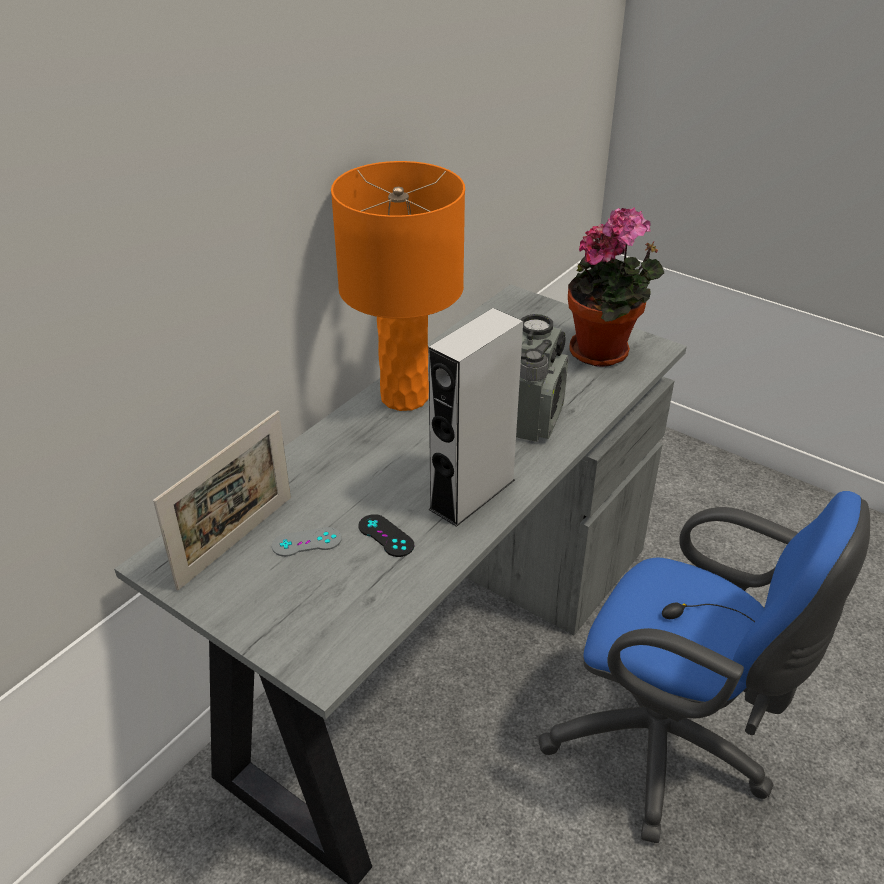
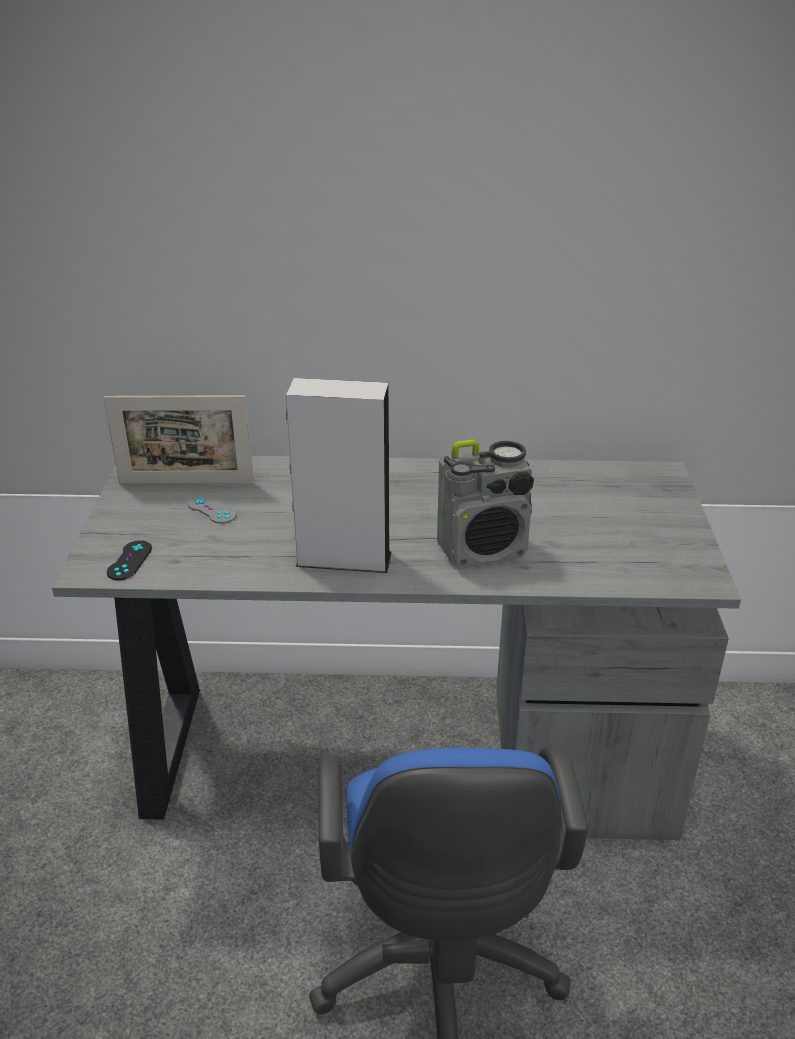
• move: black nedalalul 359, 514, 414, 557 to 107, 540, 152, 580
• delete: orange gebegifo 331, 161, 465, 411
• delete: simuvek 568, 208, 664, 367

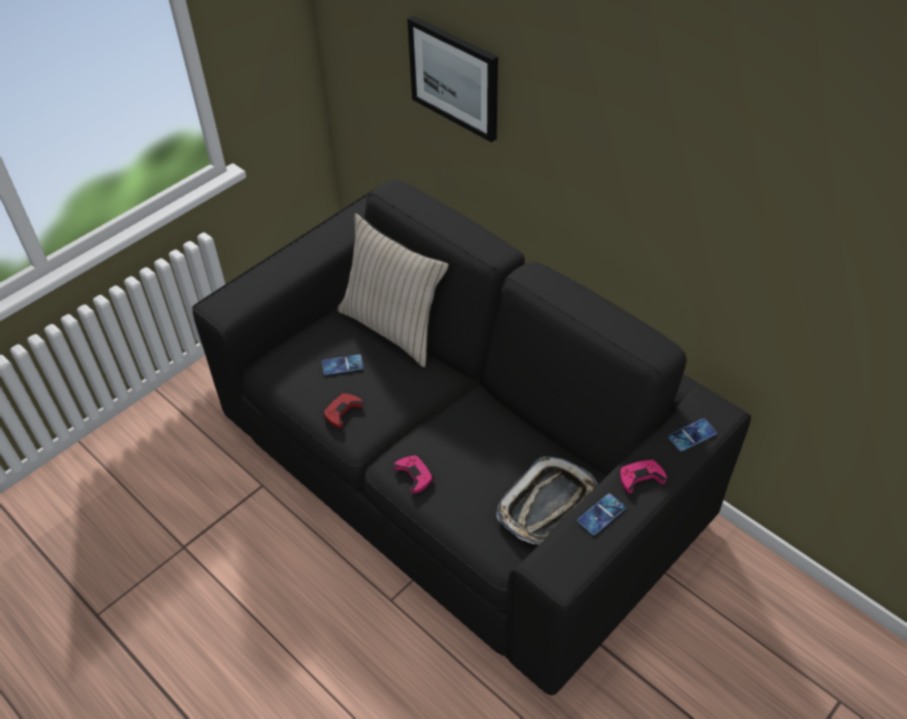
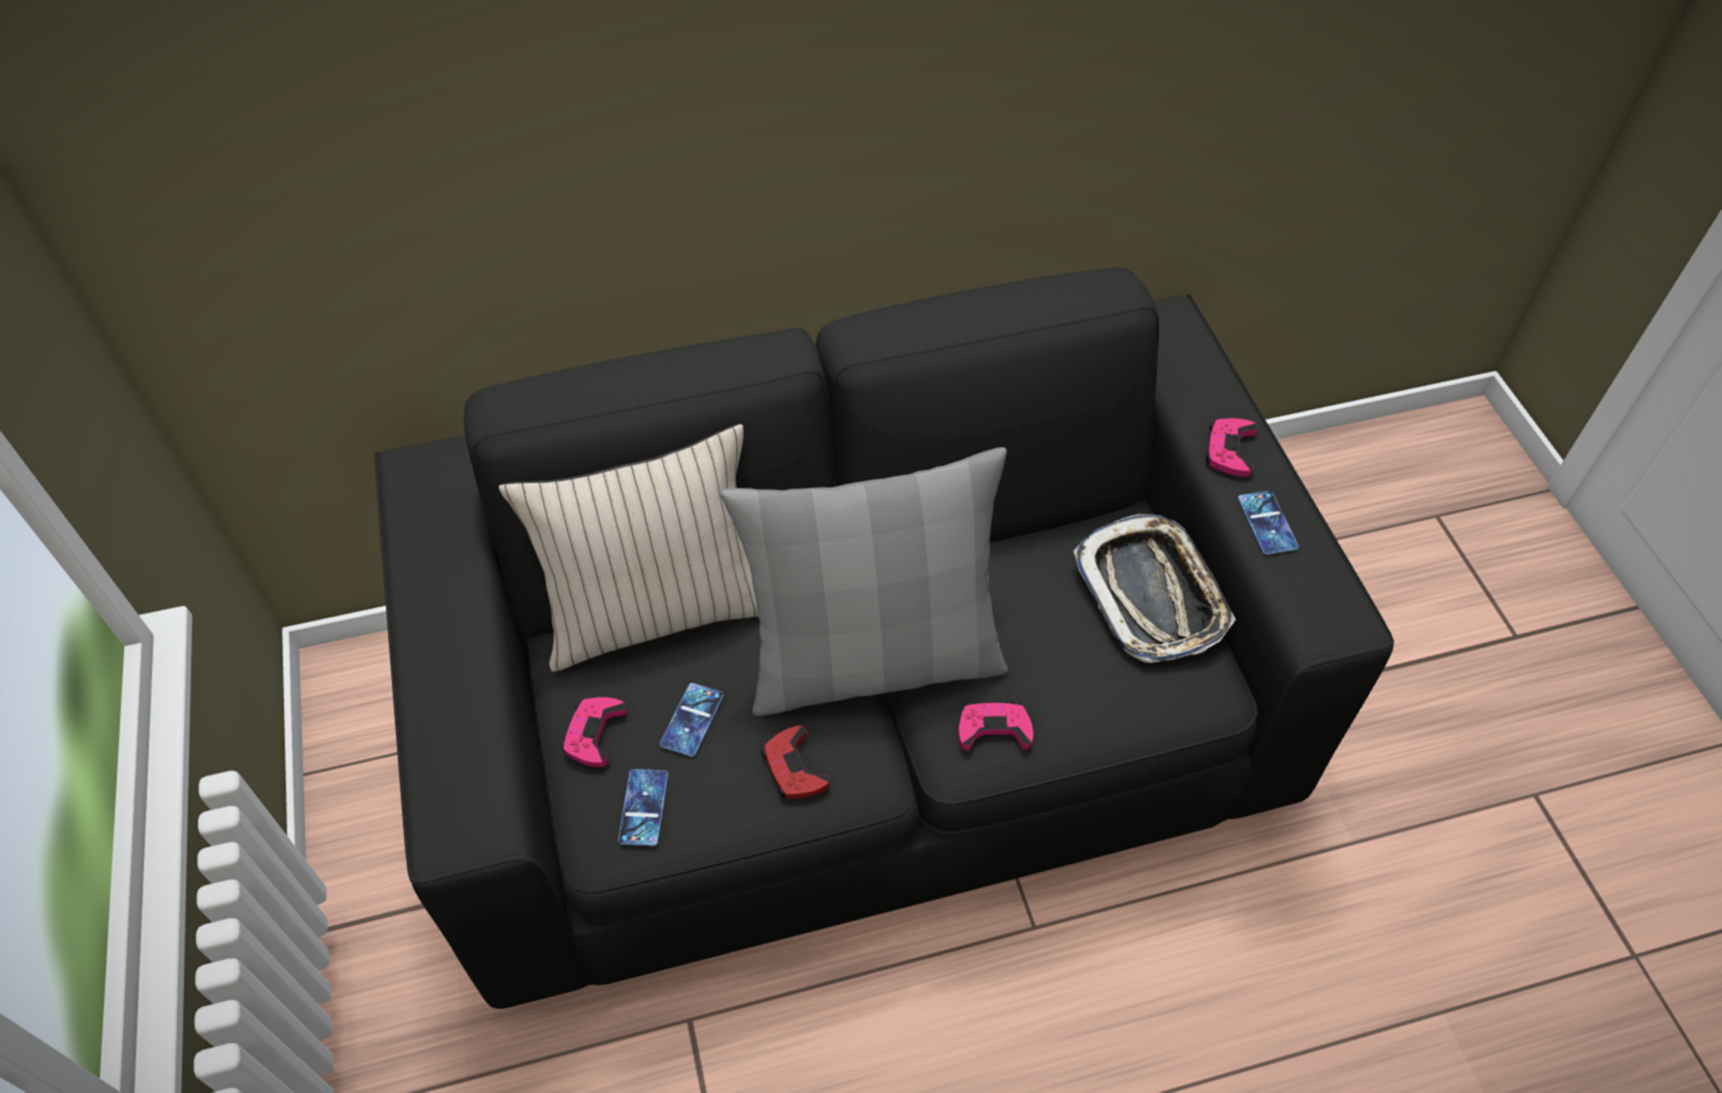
• insert: pink nedalalul 561, 697, 626, 767
• move: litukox 668, 418, 717, 451 to 618, 769, 668, 846
• insert: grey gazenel 720, 447, 1008, 716
• delete: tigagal 407, 16, 498, 142

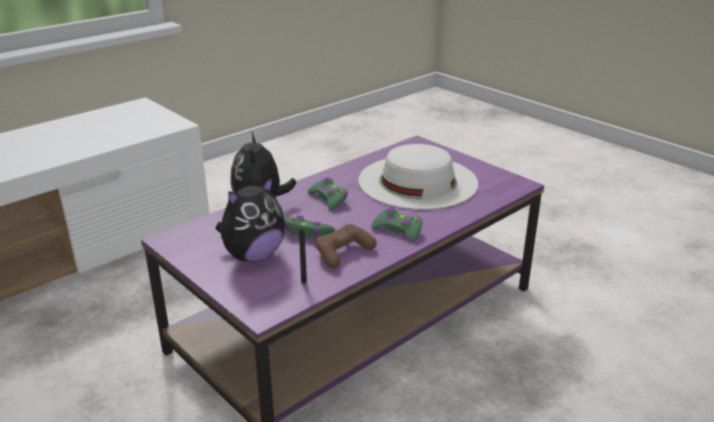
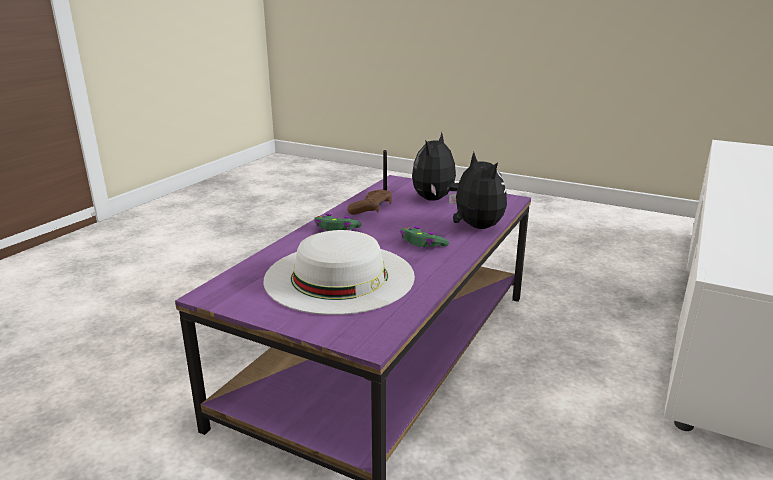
• delete: green nedalalul 285, 215, 335, 238

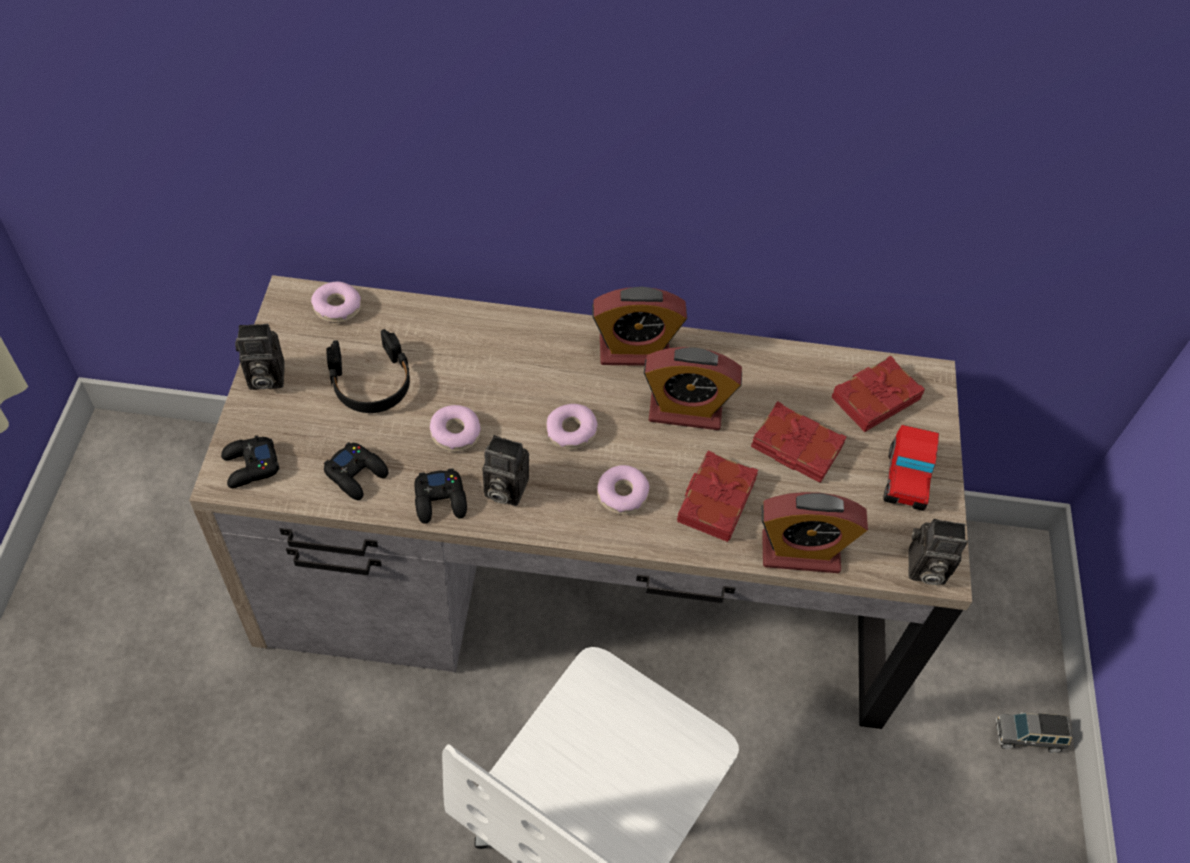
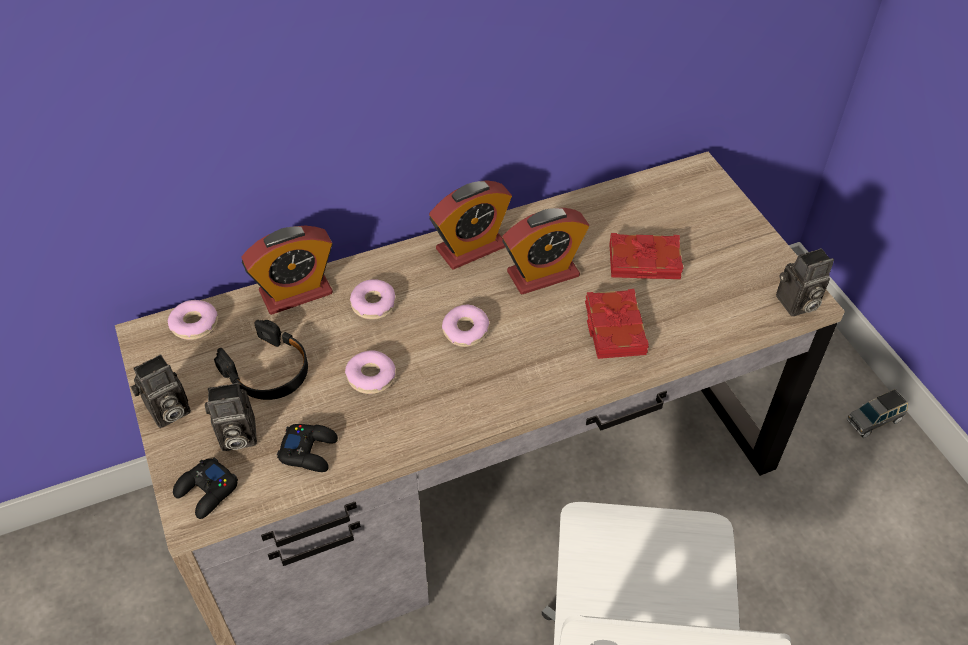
• move: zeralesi 483, 435, 529, 506 to 205, 383, 257, 451
• move: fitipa 762, 492, 868, 573 to 241, 226, 333, 315
• move: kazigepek 597, 465, 649, 515 to 350, 279, 396, 320
• delete: black nedalalul 414, 468, 467, 524
• delete: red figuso 831, 356, 925, 432
• delete: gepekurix 883, 425, 939, 511

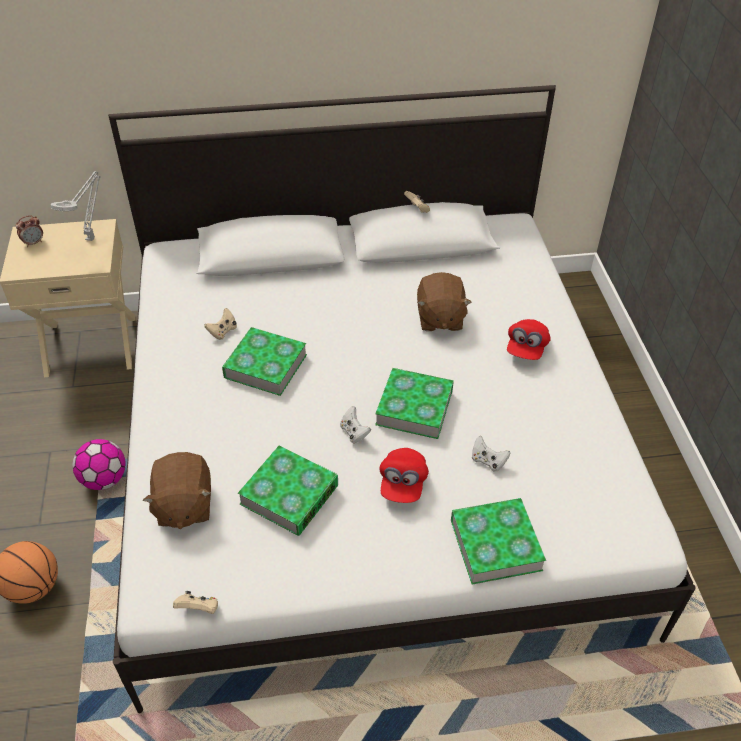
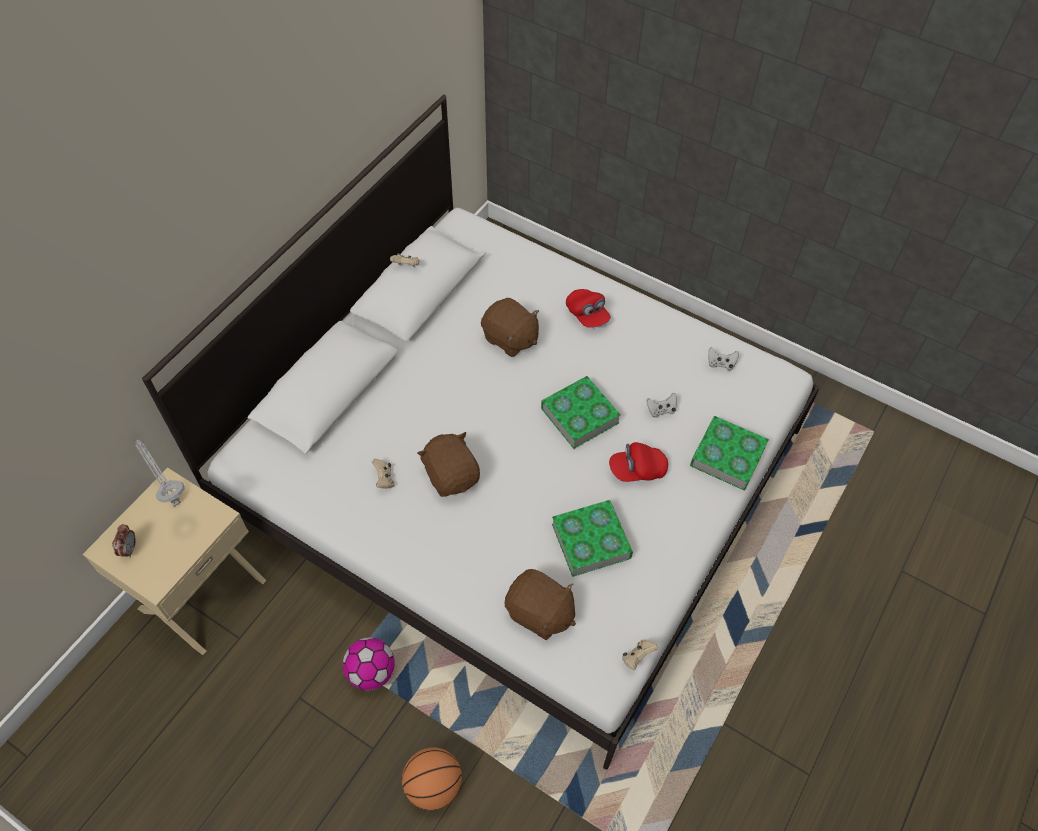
• replace: figuso 222, 327, 307, 396 to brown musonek 417, 432, 480, 497
• rotate: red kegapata 380, 448, 429, 503 = 609, 442, 668, 482 120 degrees clockwise
• move: white nedalalul 340, 406, 371, 443 to 708, 347, 739, 370

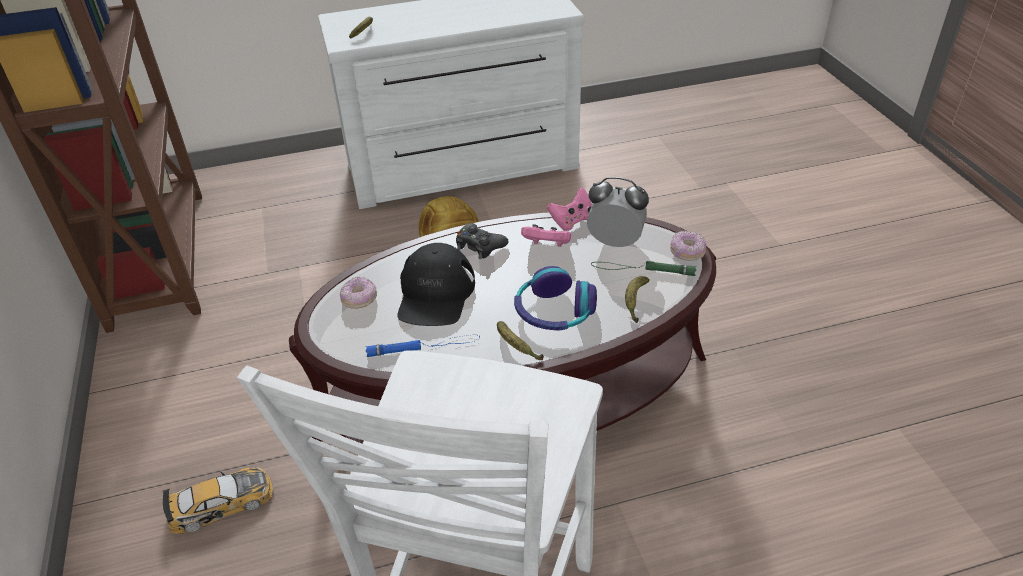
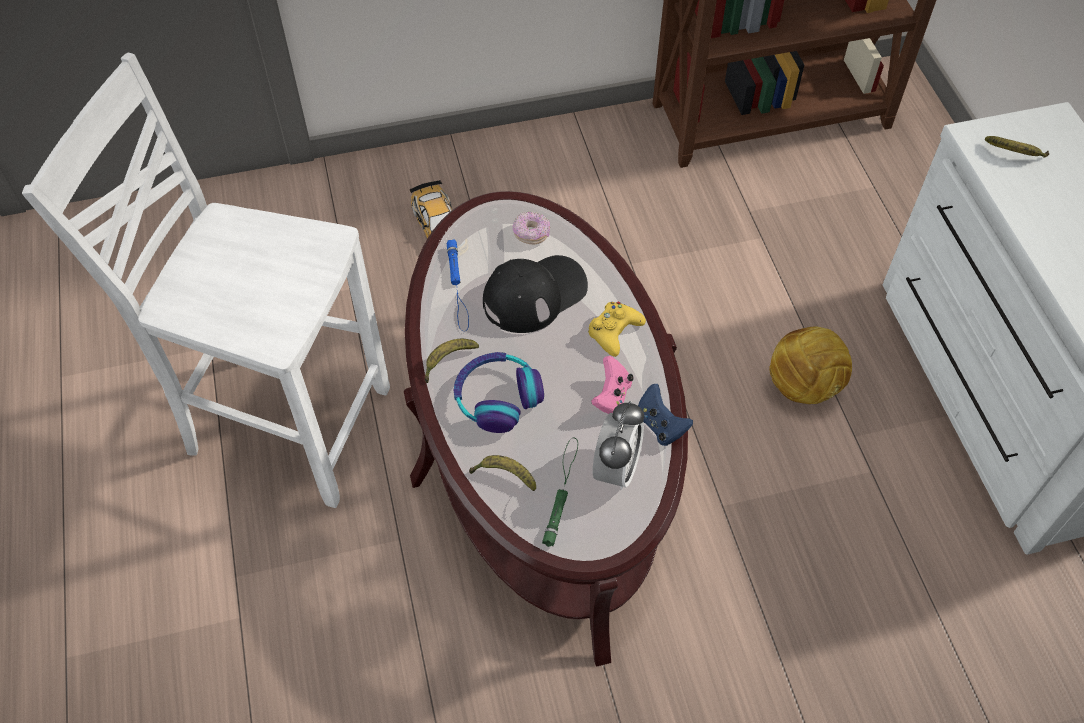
• rotate: black kegapata 397, 243, 475, 326 = 483, 255, 588, 333 135 degrees clockwise
• recolor: black nedalalul 456, 223, 509, 259 to yellow nedalalul 588, 302, 646, 357
• recolor: pink nedalalul 547, 187, 592, 231 to blue nedalalul 638, 384, 693, 446
• delete: kazigepek 670, 231, 706, 261

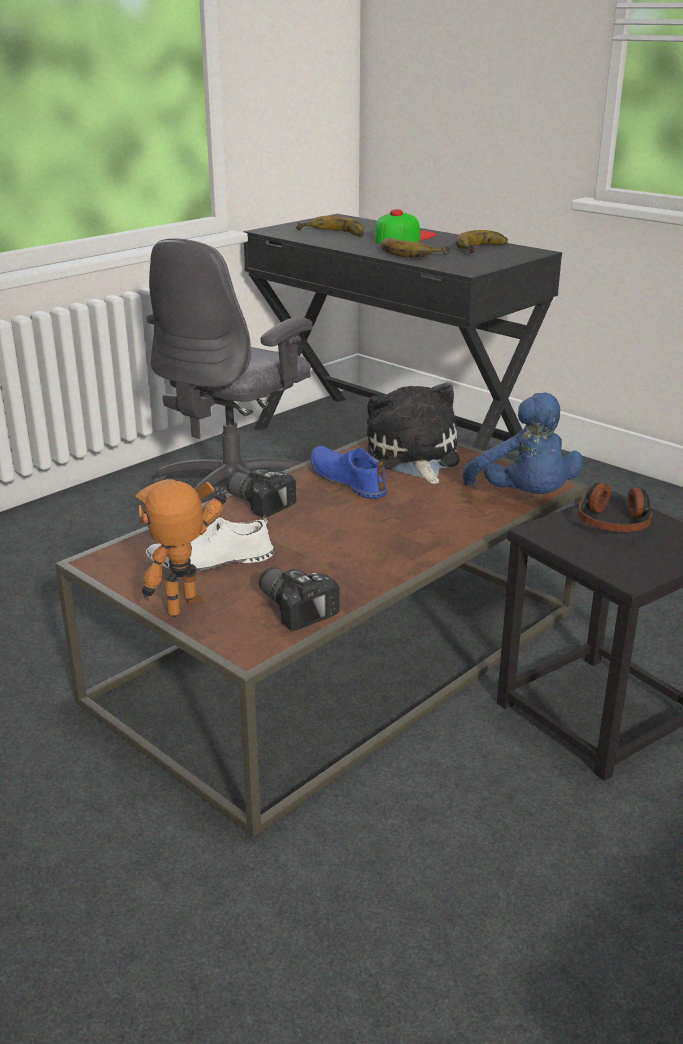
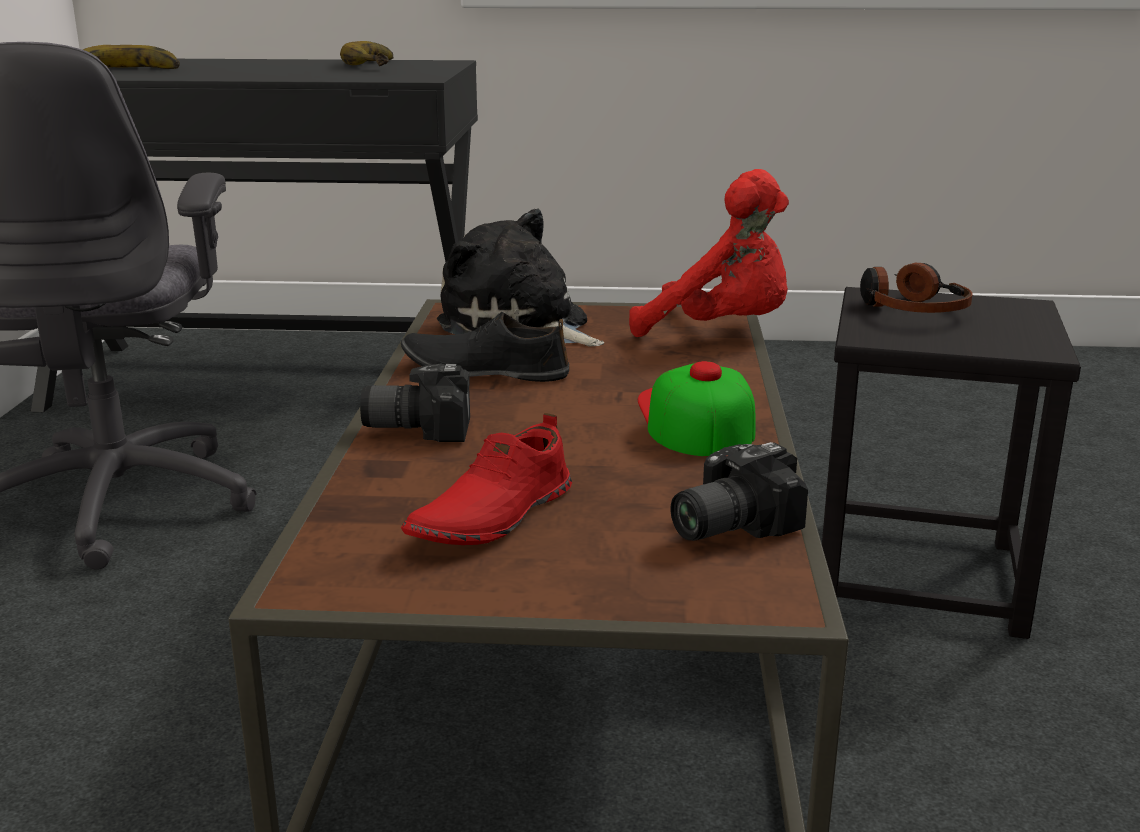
• recolor: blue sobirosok 311, 446, 387, 499 to black sobirosok 401, 312, 569, 382
• recolor: white sobirosok 146, 515, 274, 572 to red sobirosok 401, 413, 572, 545
• recolor: blue musonek 462, 392, 583, 494 to red musonek 629, 169, 789, 337
• move: kegapata 374, 209, 436, 244 to 638, 361, 756, 456
• rotate: zeralesi 259, 567, 339, 631 = 670, 442, 808, 541 45 degrees counterclockwise
• delete: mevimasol 135, 479, 227, 617
• delete: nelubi 381, 238, 451, 258

